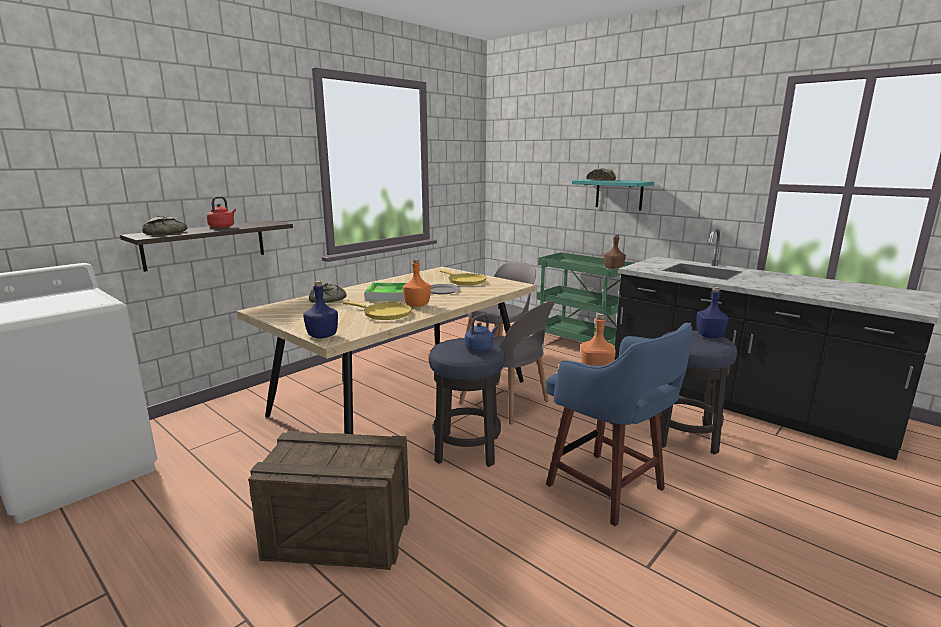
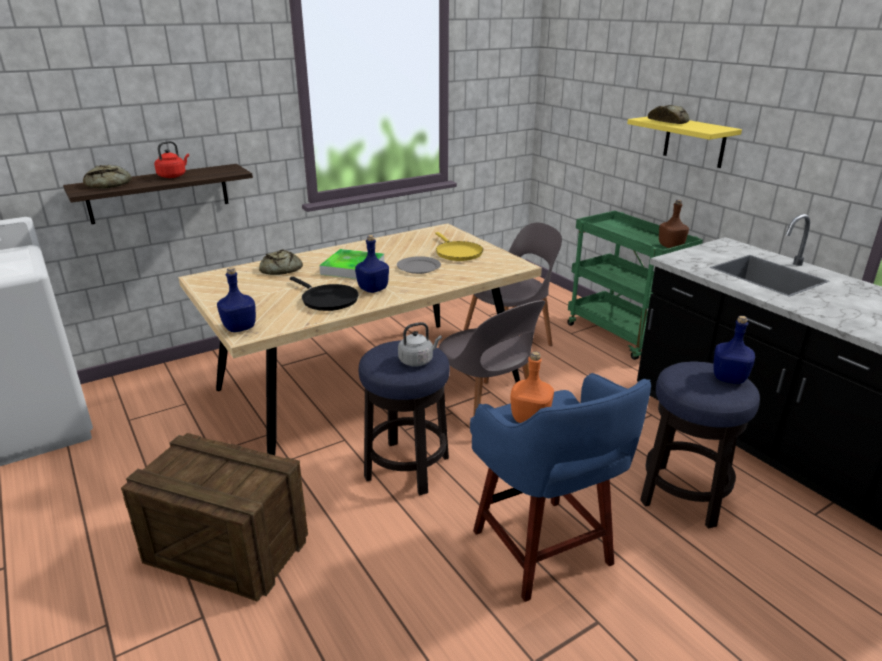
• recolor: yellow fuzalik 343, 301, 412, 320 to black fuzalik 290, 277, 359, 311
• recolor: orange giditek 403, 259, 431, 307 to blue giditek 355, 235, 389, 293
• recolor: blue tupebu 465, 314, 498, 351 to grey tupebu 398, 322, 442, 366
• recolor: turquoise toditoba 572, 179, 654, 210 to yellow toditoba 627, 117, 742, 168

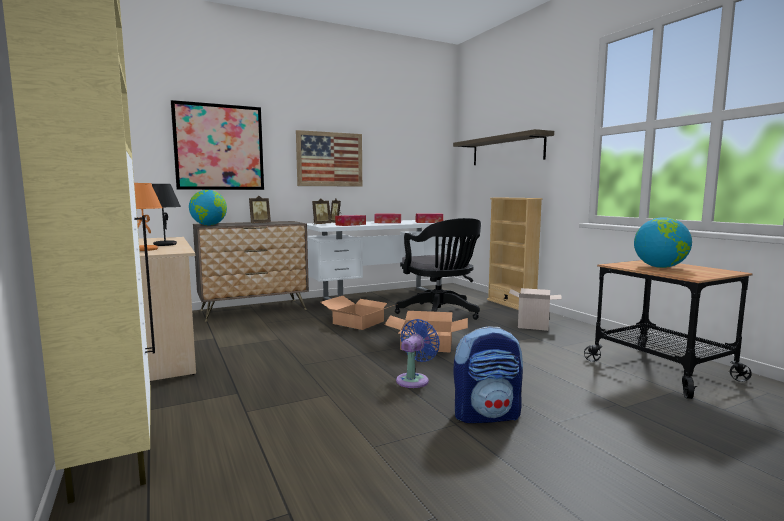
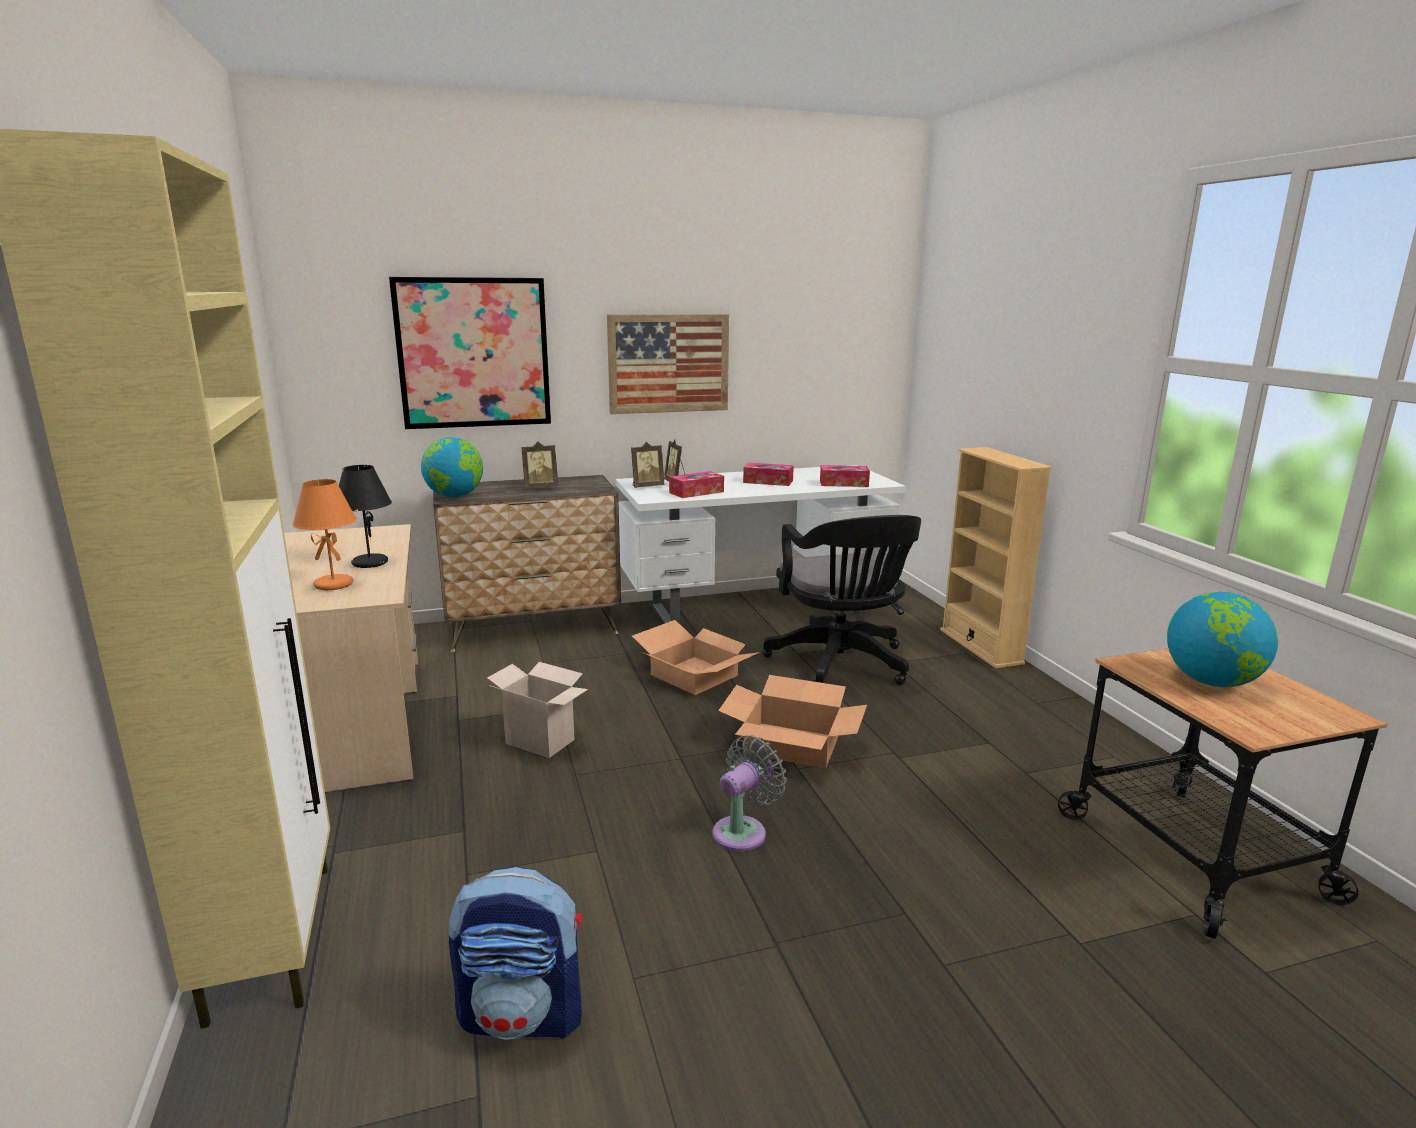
• move: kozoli 454, 326, 523, 423 to 449, 867, 582, 1040
• move: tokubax 509, 288, 562, 331 to 487, 662, 588, 758
• recolor: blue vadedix 396, 319, 440, 388 to grey vadedix 712, 735, 787, 851
• delete: toditoba 453, 129, 554, 165

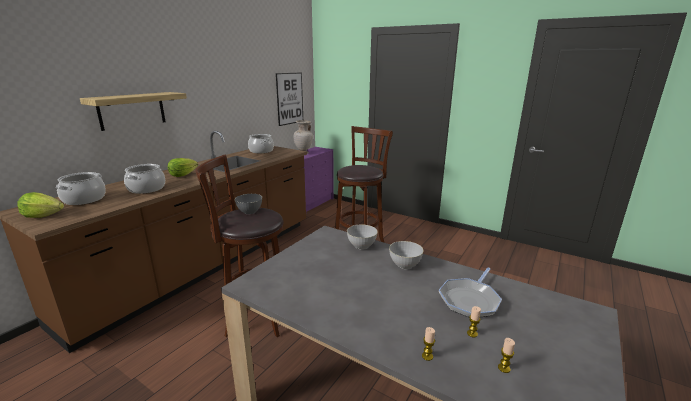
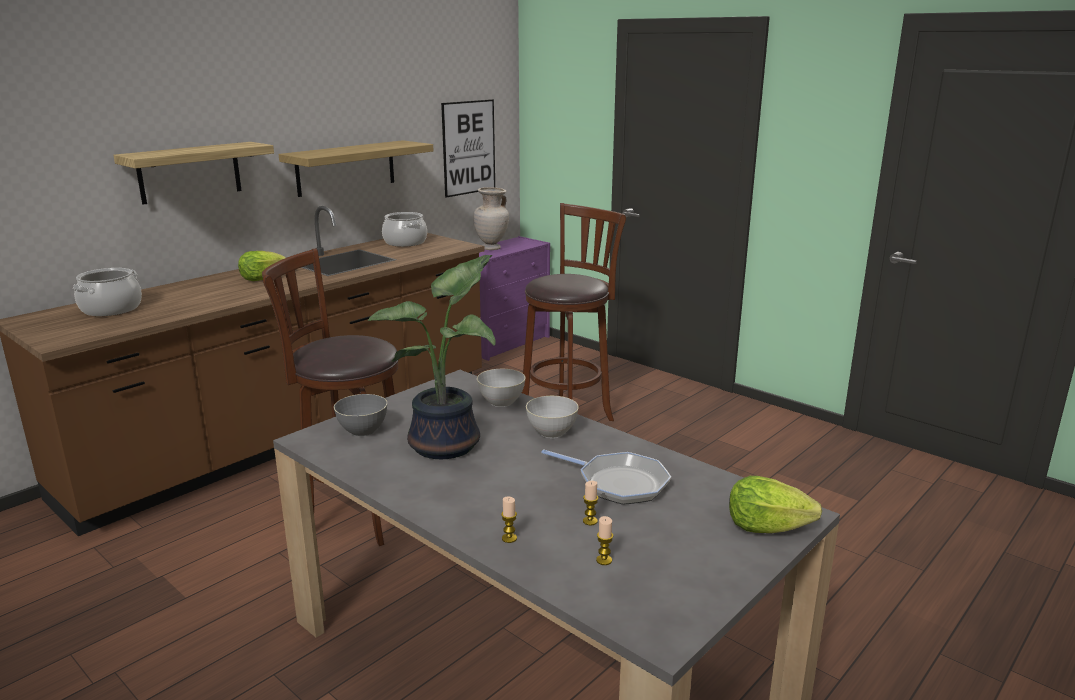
• insert: toditoba 279, 140, 434, 197
• move: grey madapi 235, 194, 262, 214 to 334, 394, 387, 436
• insert: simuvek 368, 255, 496, 459
• rotate: fuzalik 439, 267, 502, 317 = 541, 449, 671, 505 105 degrees counterclockwise
• move: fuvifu 17, 192, 64, 218 to 729, 476, 822, 533
• delete: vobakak 124, 164, 165, 194

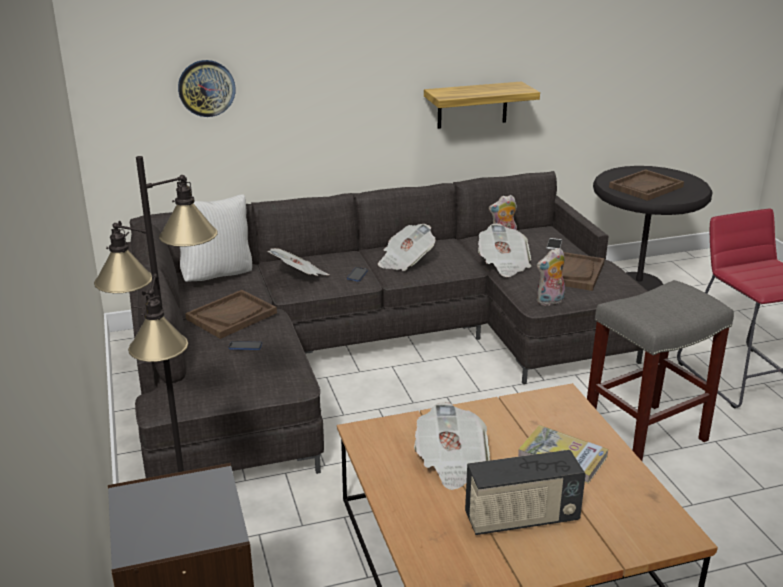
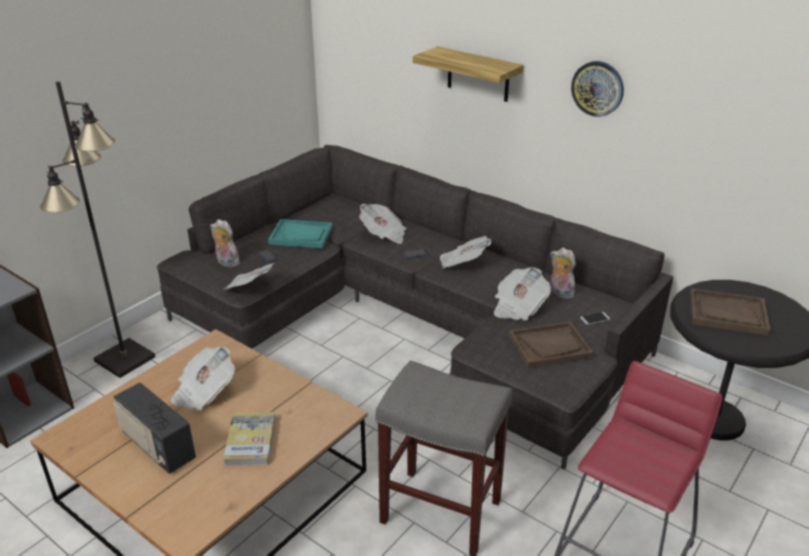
• move: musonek 537, 248, 565, 306 to 210, 219, 240, 267
• insert: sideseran 224, 263, 275, 289
• recolor: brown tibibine 185, 290, 277, 339 to turquoise tibibine 268, 219, 332, 248
• move: toditoba 424, 81, 540, 129 to 413, 46, 524, 102
• move: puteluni 178, 60, 236, 117 to 571, 61, 624, 117
• delete: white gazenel 176, 194, 252, 282

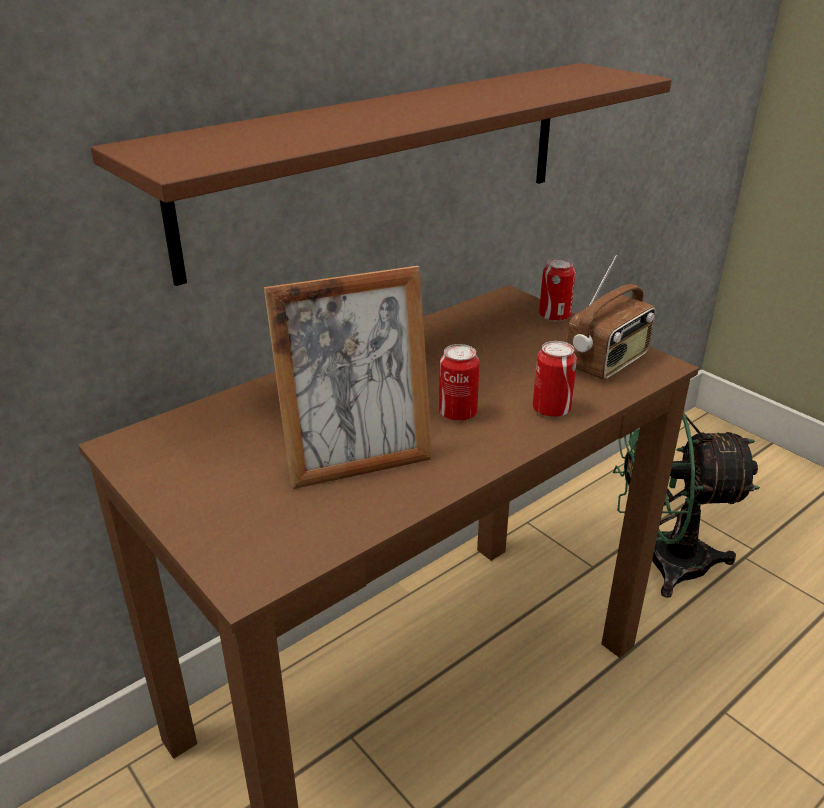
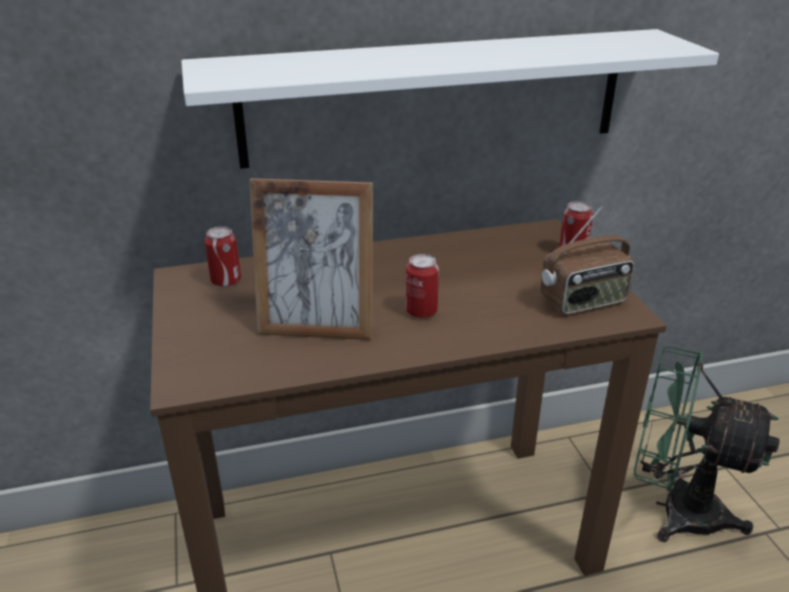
• recolor: brown toditoba 91, 63, 672, 286 to white toditoba 181, 29, 719, 169
• move: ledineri 533, 341, 577, 417 to 205, 226, 241, 287

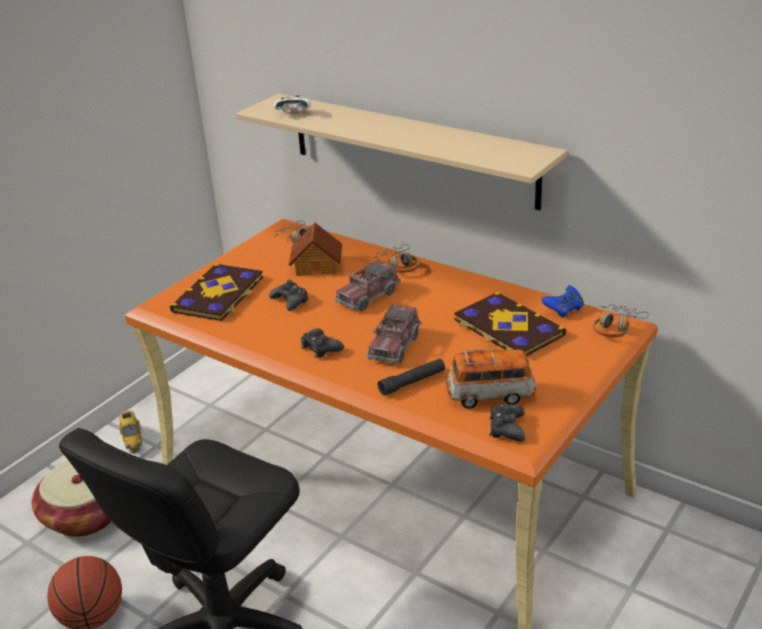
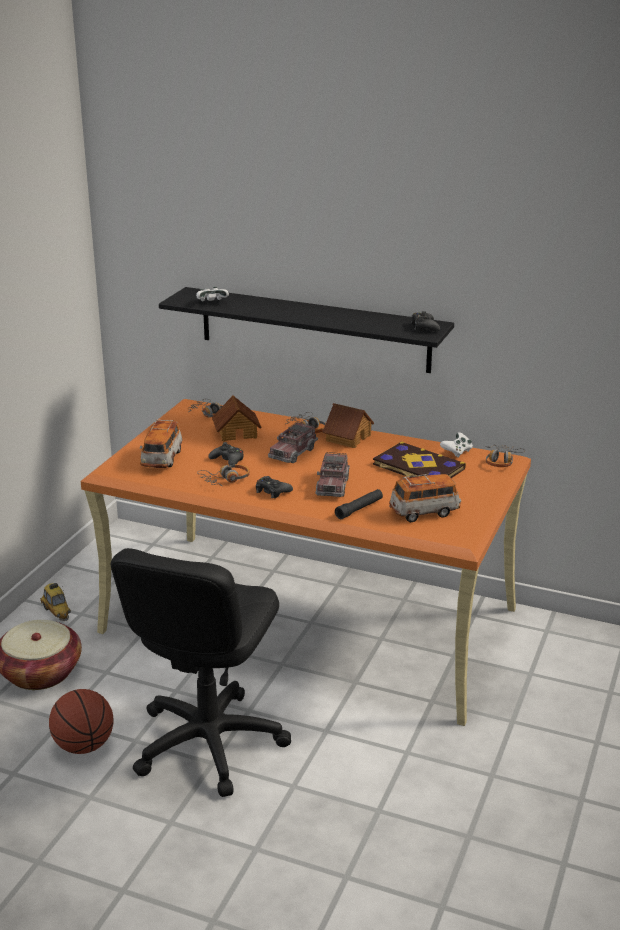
• replace: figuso 170, 263, 263, 321 to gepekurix 140, 419, 182, 468
• recolor: beige toditoba 236, 94, 568, 211 to black toditoba 159, 287, 454, 373
• insert: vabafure 197, 464, 250, 486
• insert: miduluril 323, 403, 374, 448
• move: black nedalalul 489, 404, 525, 442 to 411, 311, 440, 331
• recolor: blue nedalalul 542, 285, 584, 318 to white nedalalul 440, 432, 473, 458

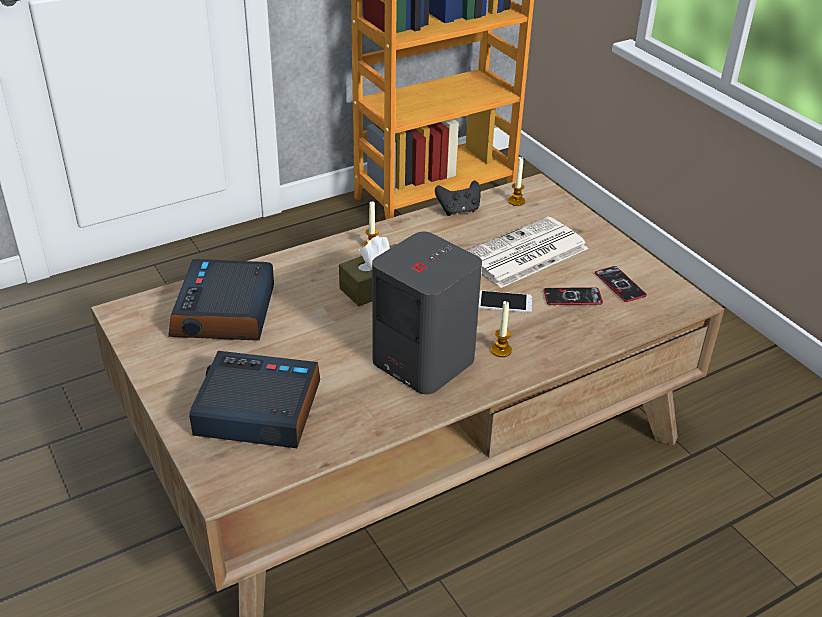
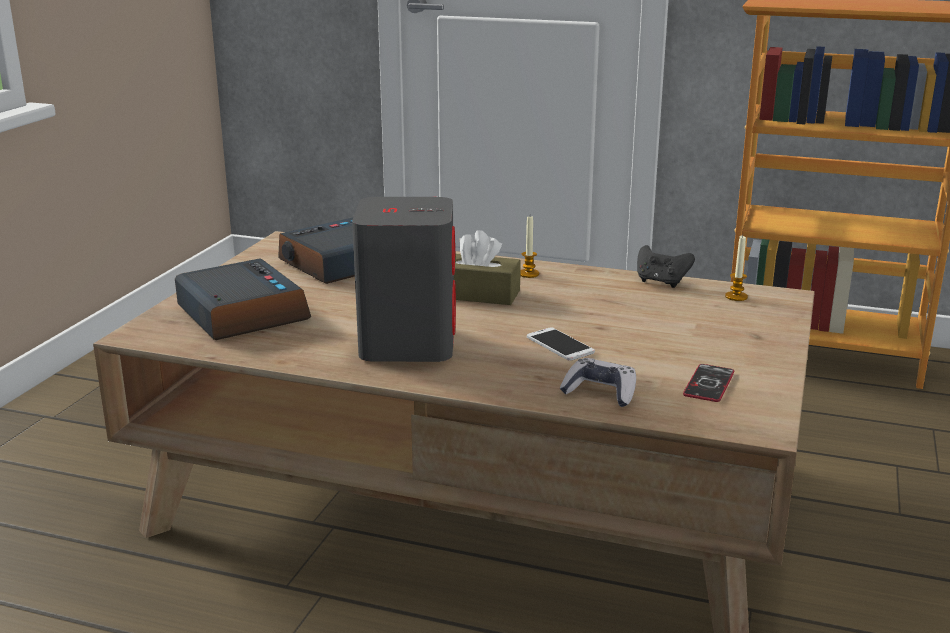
• insert: nedalalul 560, 358, 636, 407
• delete: sideseran 467, 217, 589, 288
• delete: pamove 491, 301, 512, 357
• delete: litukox 544, 287, 603, 305

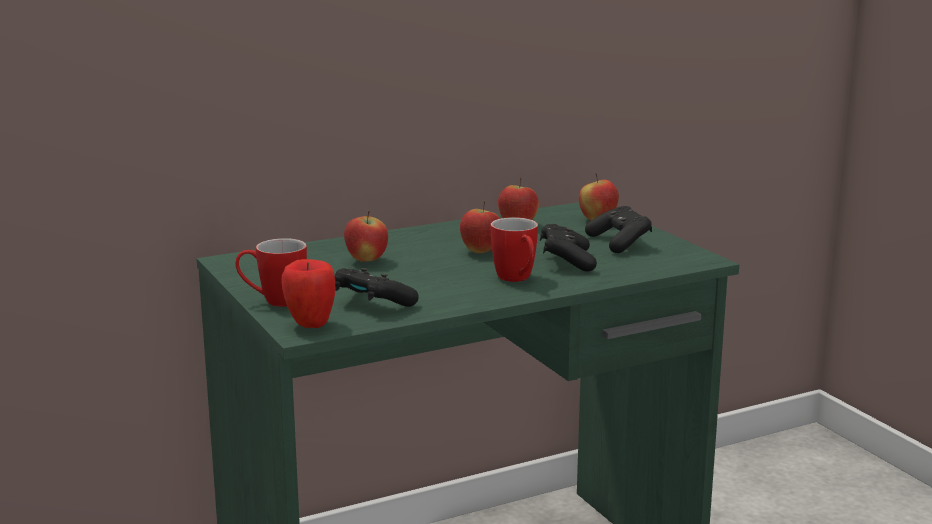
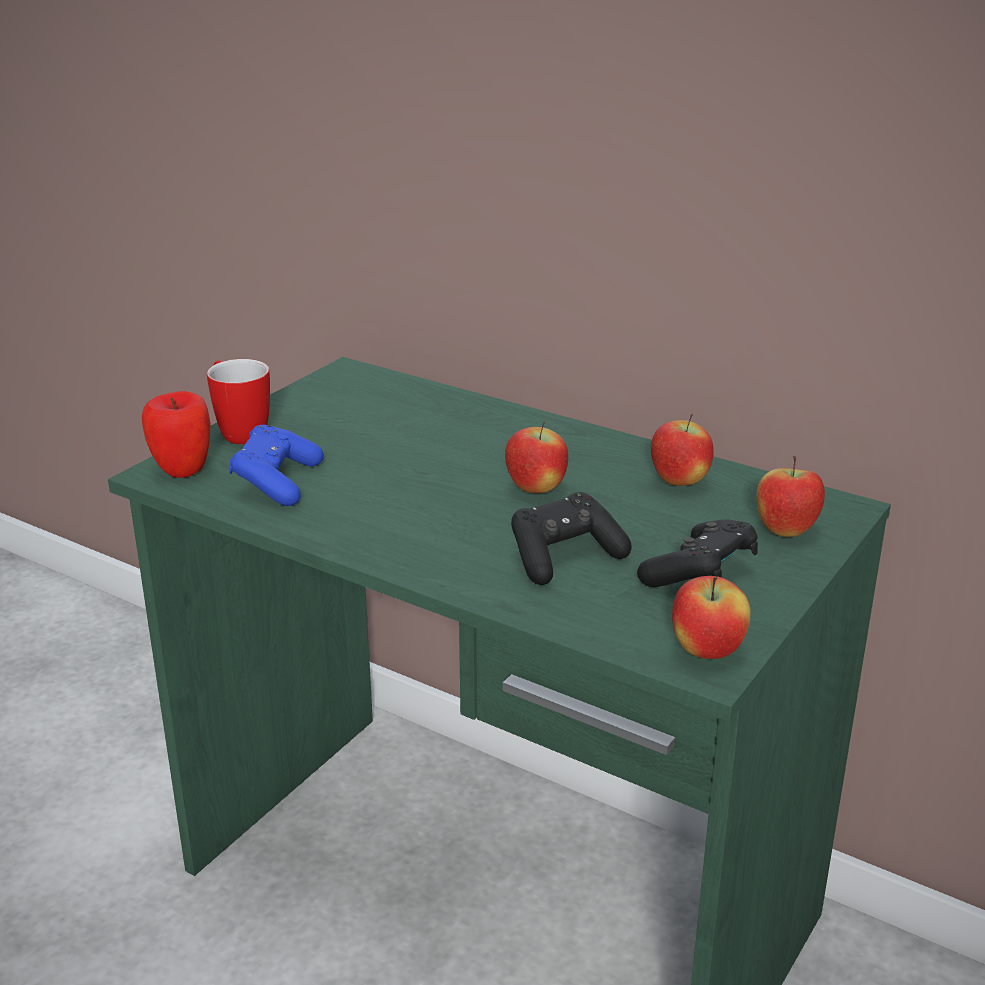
• recolor: black nedalalul 335, 268, 419, 307 to blue nedalalul 229, 425, 324, 506
• move: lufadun 344, 210, 388, 262 to 672, 576, 750, 659
• delete: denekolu 491, 217, 538, 282

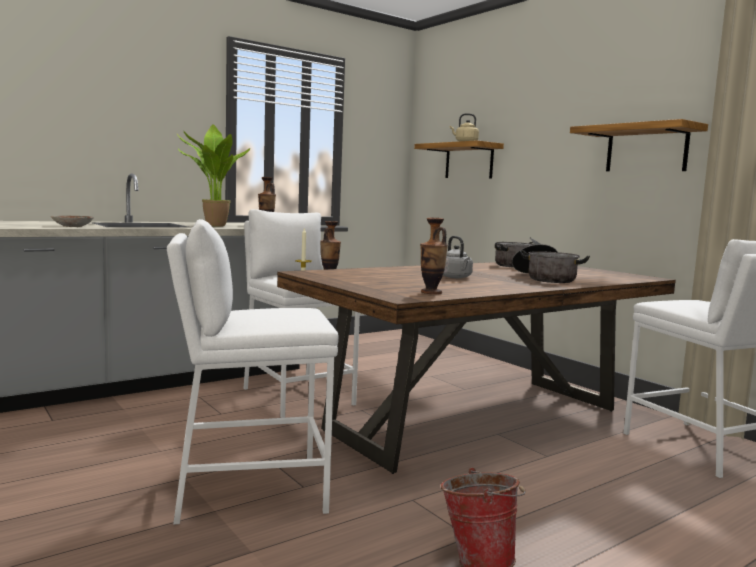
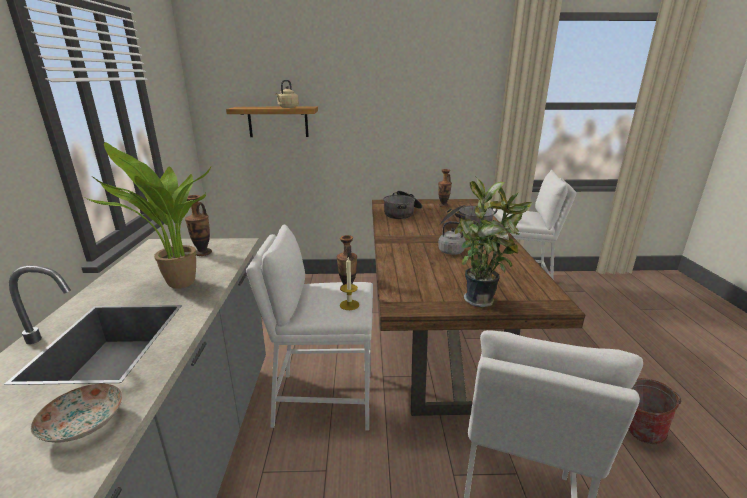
• move: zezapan 420, 218, 448, 294 to 438, 169, 452, 207
• insert: simuvek 455, 176, 532, 307
• delete: toditoba 570, 119, 708, 171

